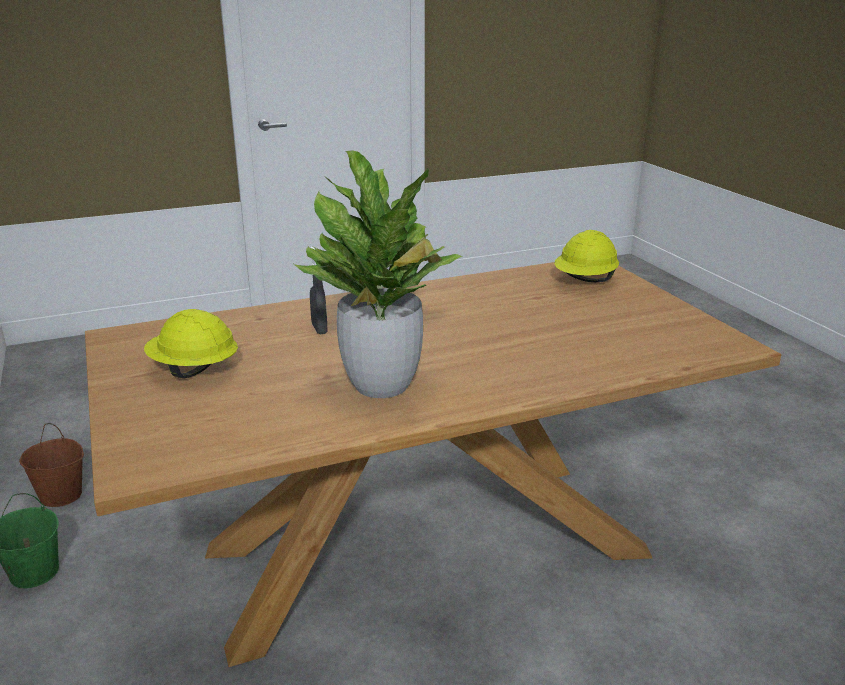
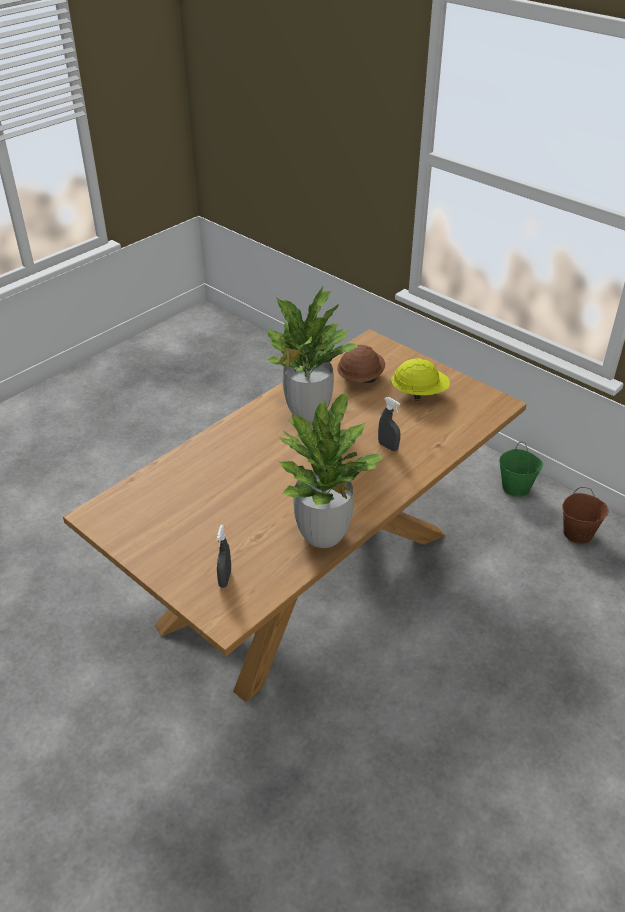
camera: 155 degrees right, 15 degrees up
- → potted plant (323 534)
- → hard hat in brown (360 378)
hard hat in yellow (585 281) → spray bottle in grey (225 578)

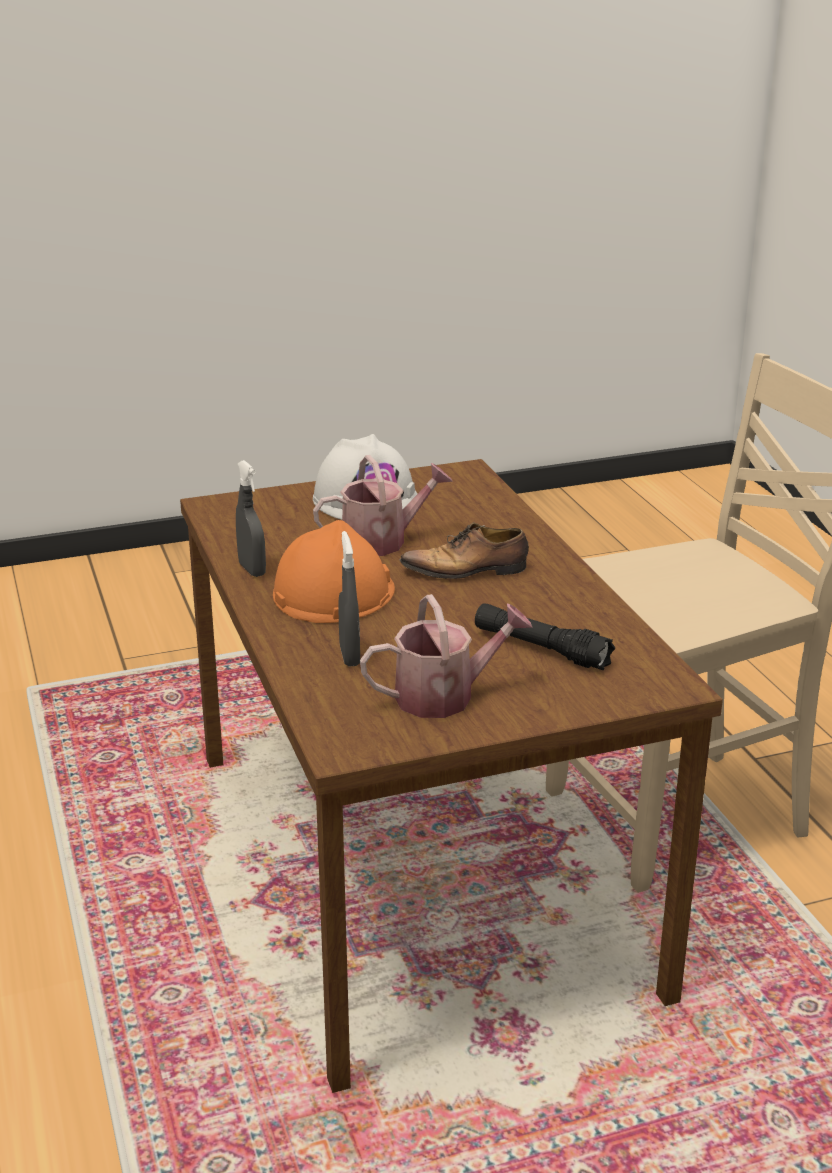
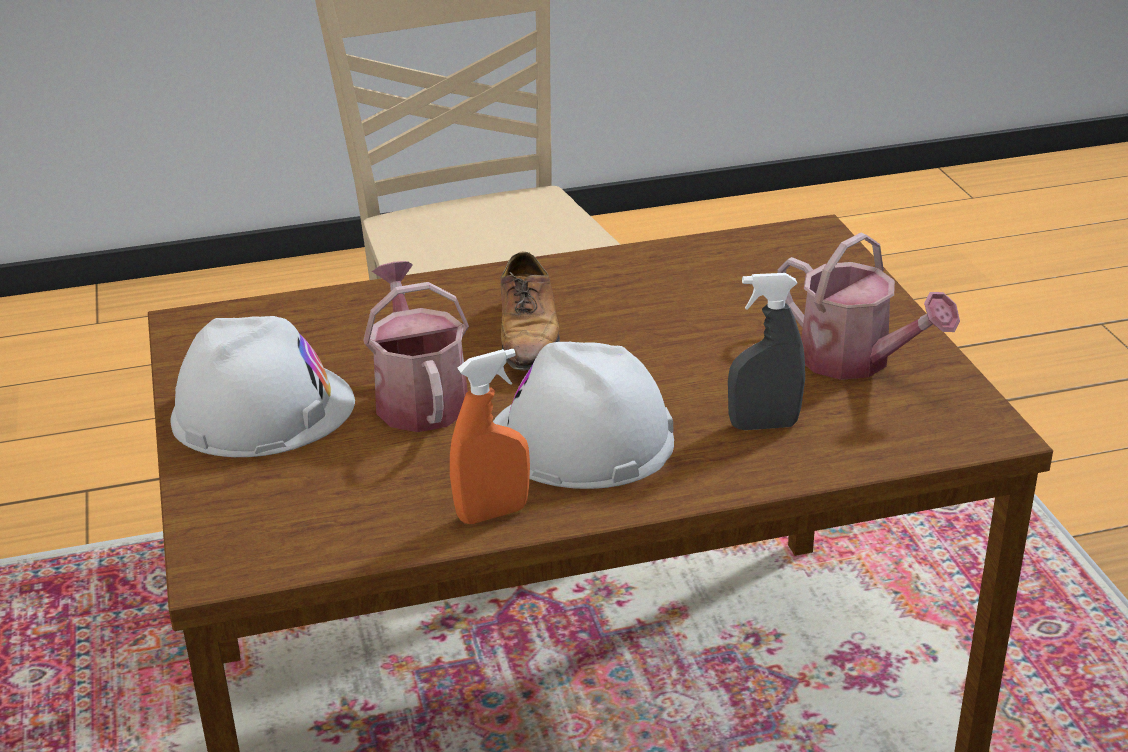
camera: 85 degrees left, 5 degrees up
flashlight in black (541 649) → -
spray bottle in grey (252 570) → spray bottle in orange (492 513)
hard hat in orange (333 593) → hard hat in white (581 438)
watering can (445 696) → watering can (855 361), 150 degrees clockwise

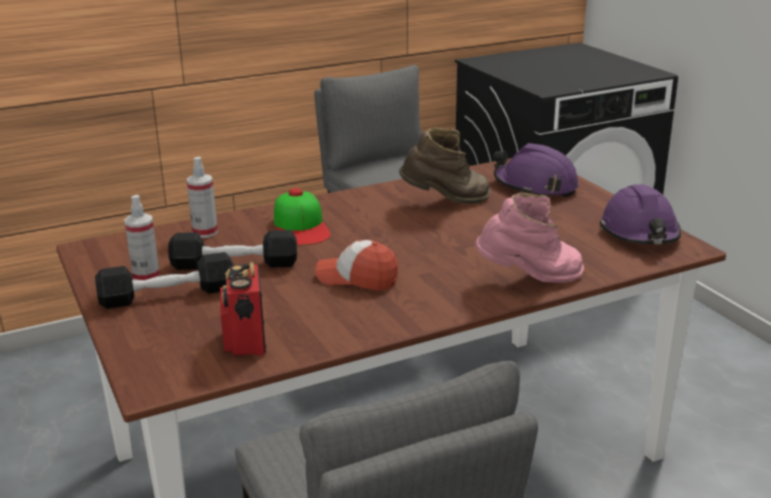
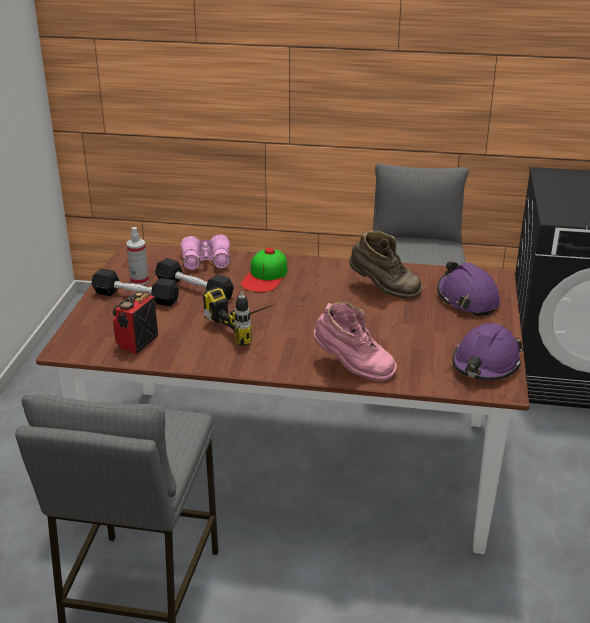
camera: 35 degrees right, 5 degrees up
spray bottle (205 232) → binoculars in pink (206 261)
cap (357 278) → power drill (248 326)

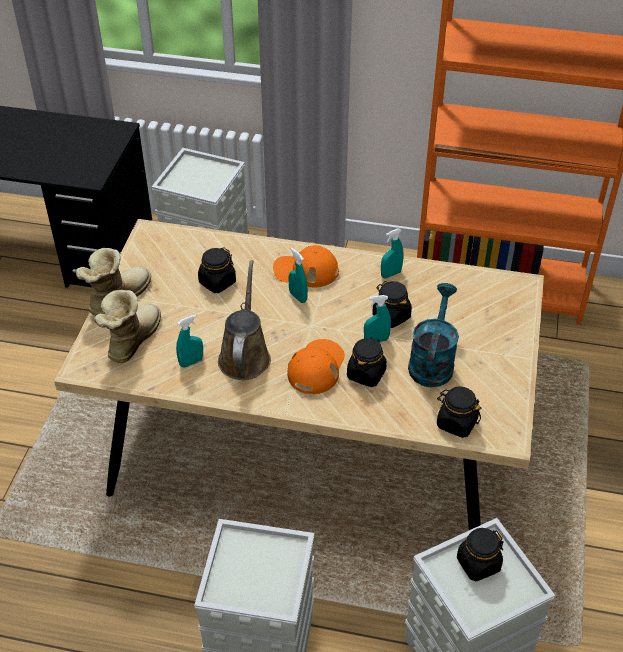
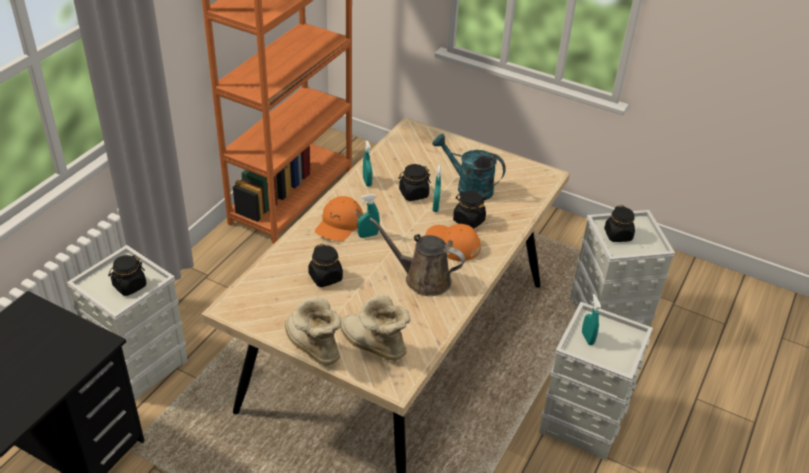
camera: 75 degrees left, 5 degrees down
spray bottle in turquoise (191 362) → spray bottle in turquoise (587 338), shifted
jar in black (456 423) → jar in black (129 286), shifted

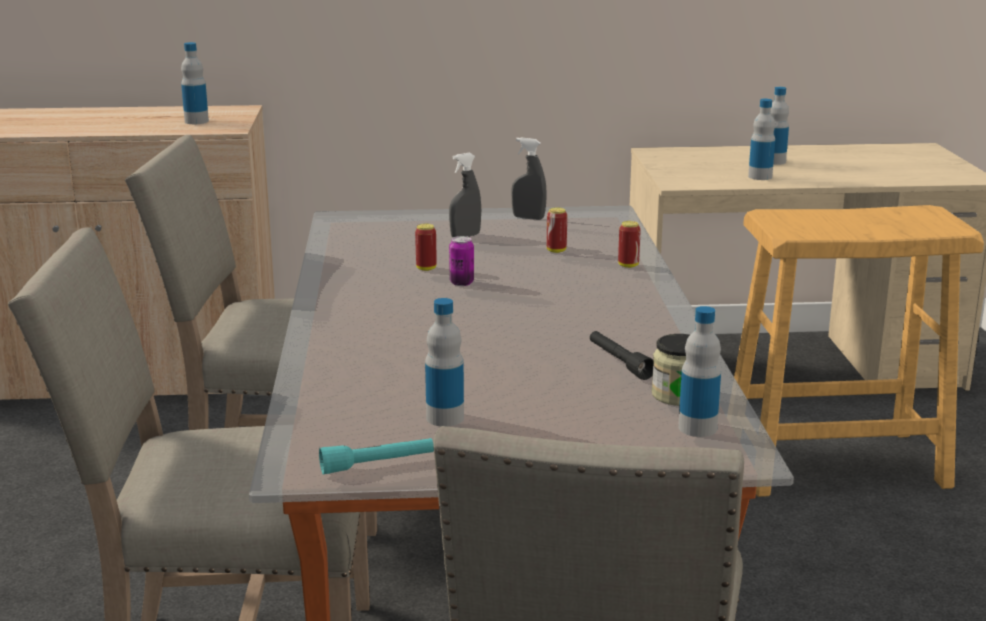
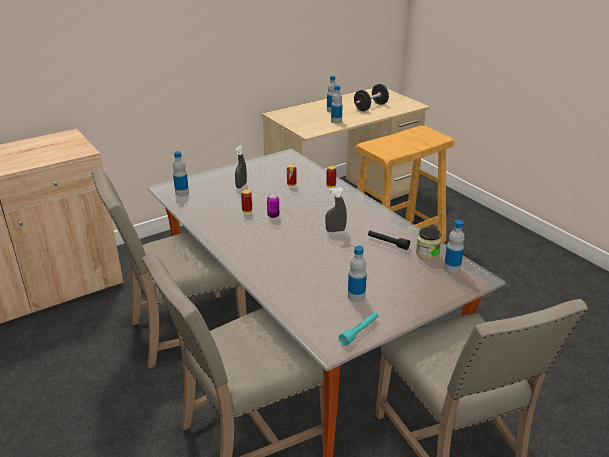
camera: 30 degrees left, 10 degrees up
- → dumbbell in black (370 107)
bottle (196 121) → bottle (182 193), shifted
spray bottle in grey (528 218) → spray bottle in grey (335 231), shifted

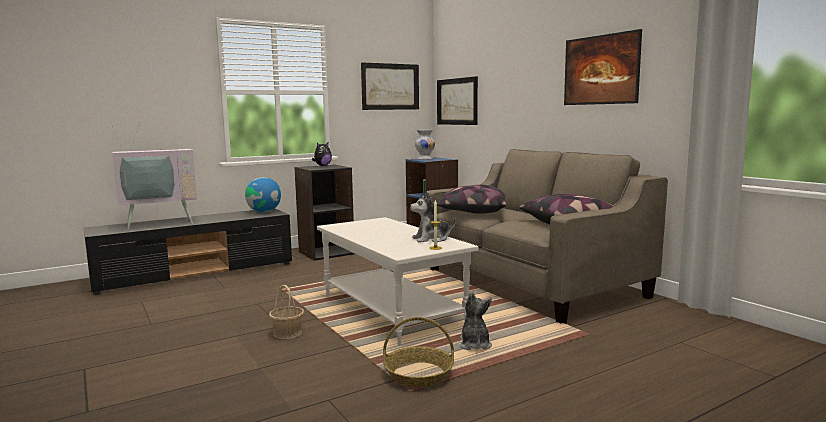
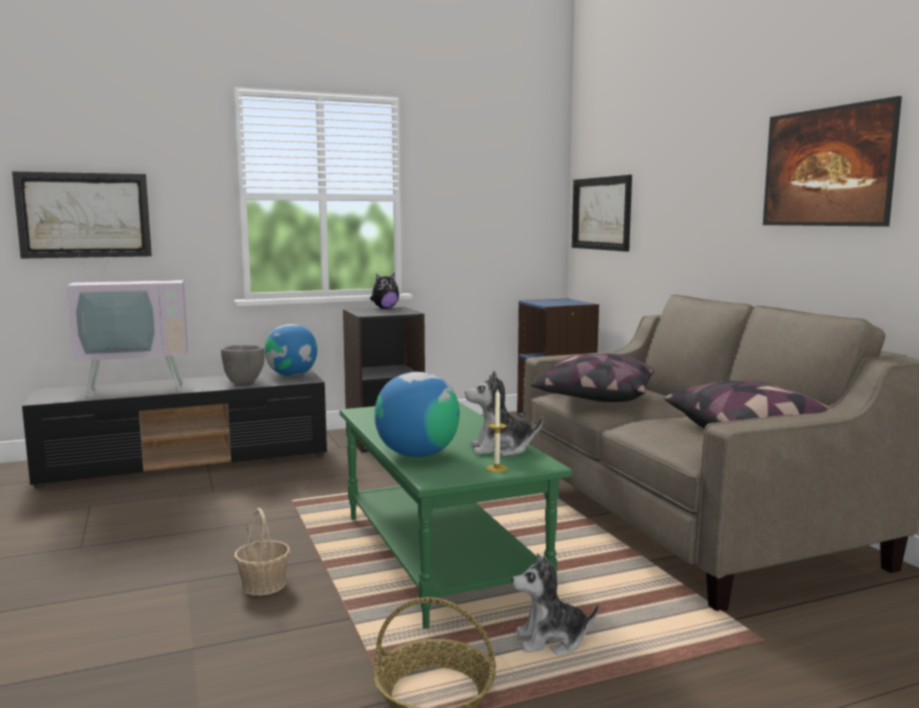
camera: 10 degrees right, 0 degrees up
vase in white (425 159) → -
- → bowl in grey (243 382)
- → globe (417 454)
picture (390 86) → picture (84 215), shifted
coffee table in white (393 311) → coffee table in green (442 557)
plush toy (474 345) → plush toy (551 640), 105 degrees counterclockwise

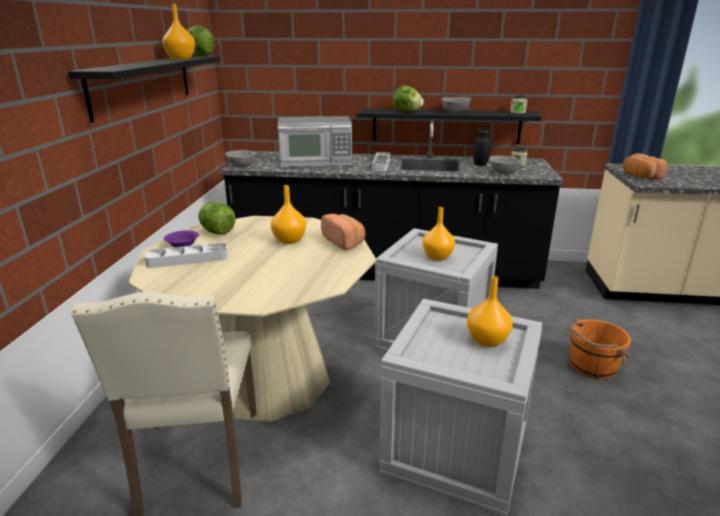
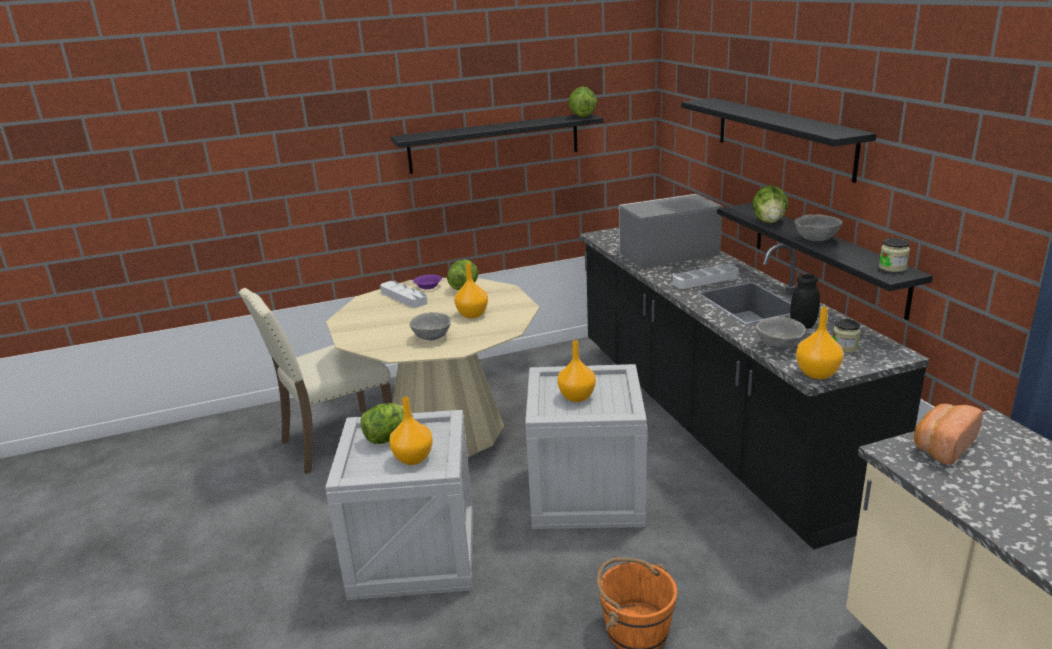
camera: 65 degrees right, 0 degrees up
bread (344 241) → -
- → lettuce (388 438)
- → shelf in black (782 136)
vase in orange (181 59) → vase in orange (818 374), shifted
bowl in grey (241 166) → bowl in grey (432 337), shifted
microwave (316 161) → microwave (667 253), 105 degrees clockwise

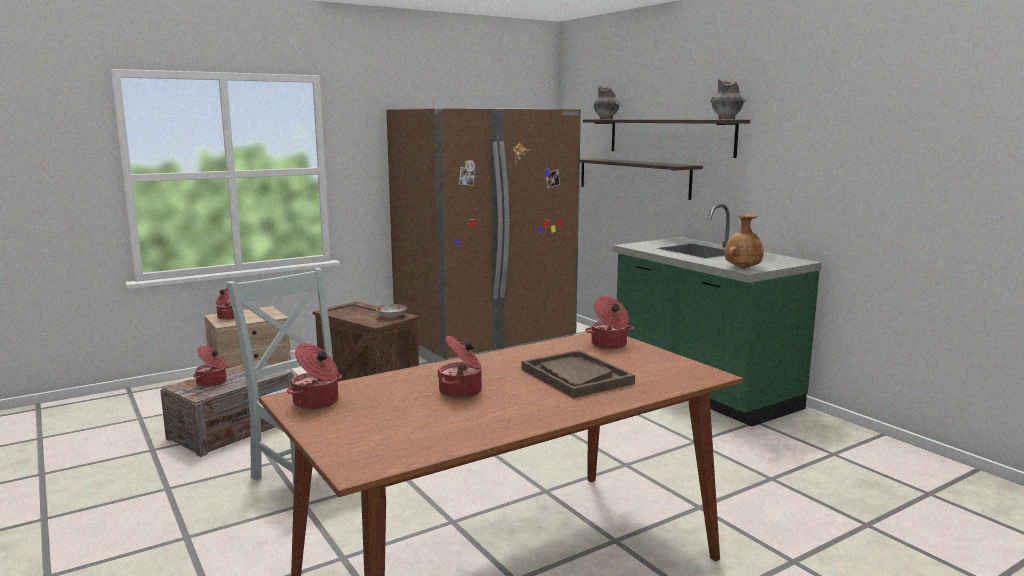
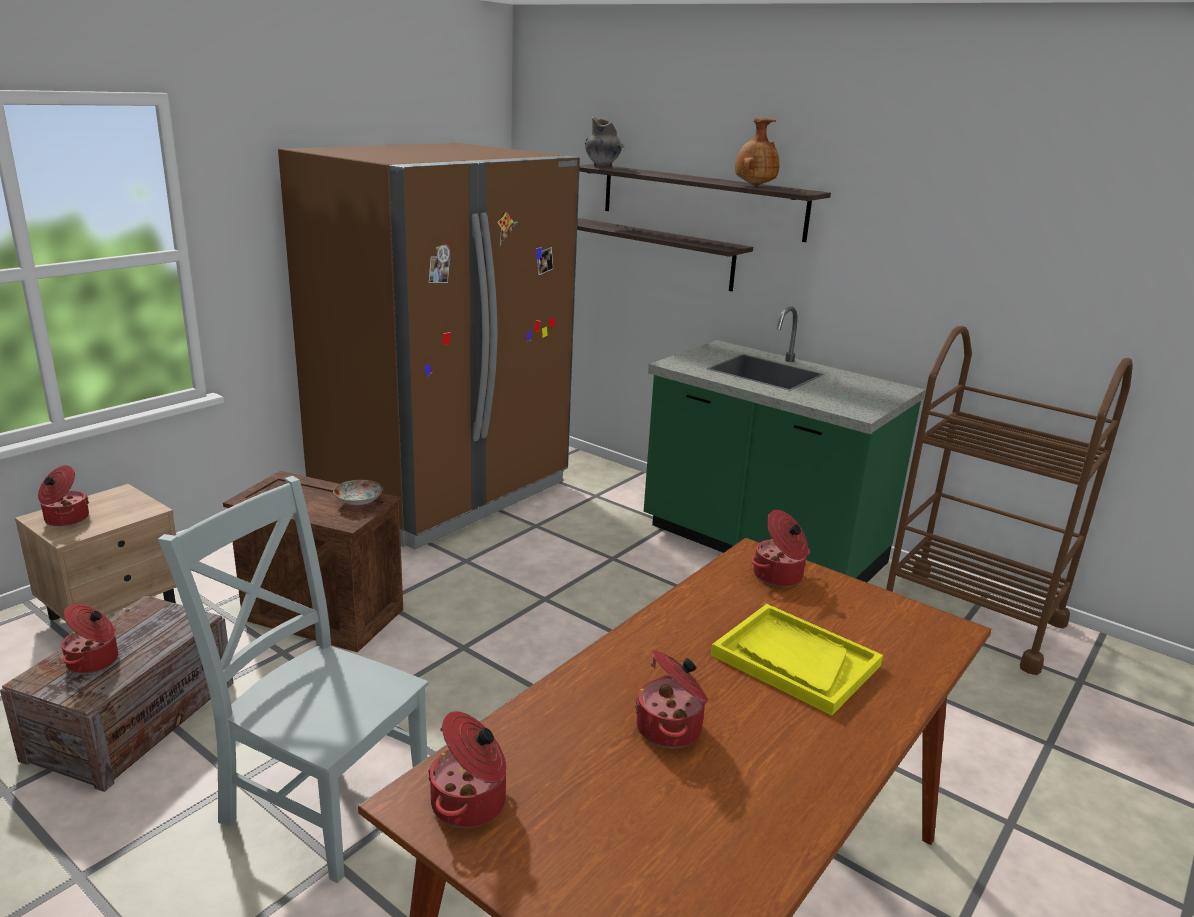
camera: 20 degrees left, 10 degrees up
vase in grey (727 119) → -
- → cart in brown (970 618)
vase in brown (742 268) → vase in brown (754 185), shifted
tray in brown (576 376) → tray in yellow (795 660)

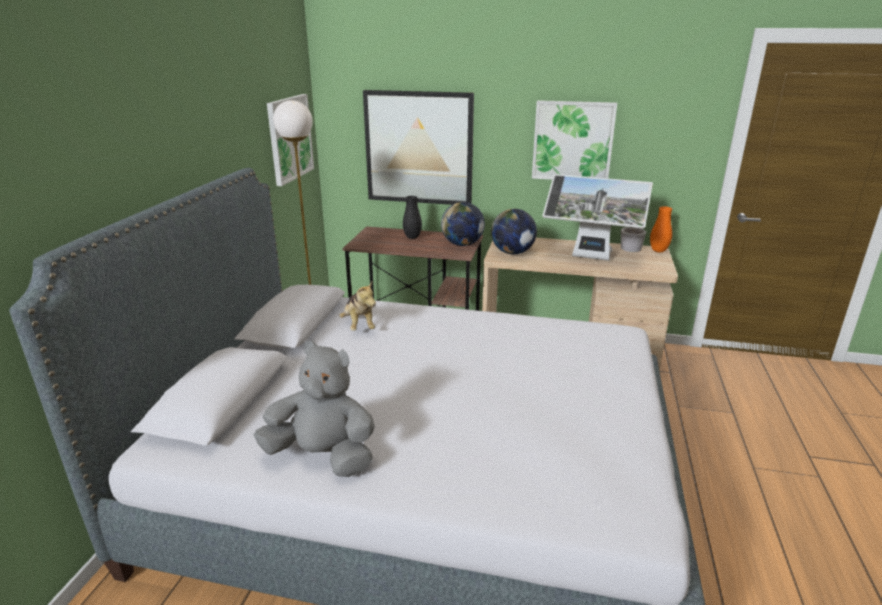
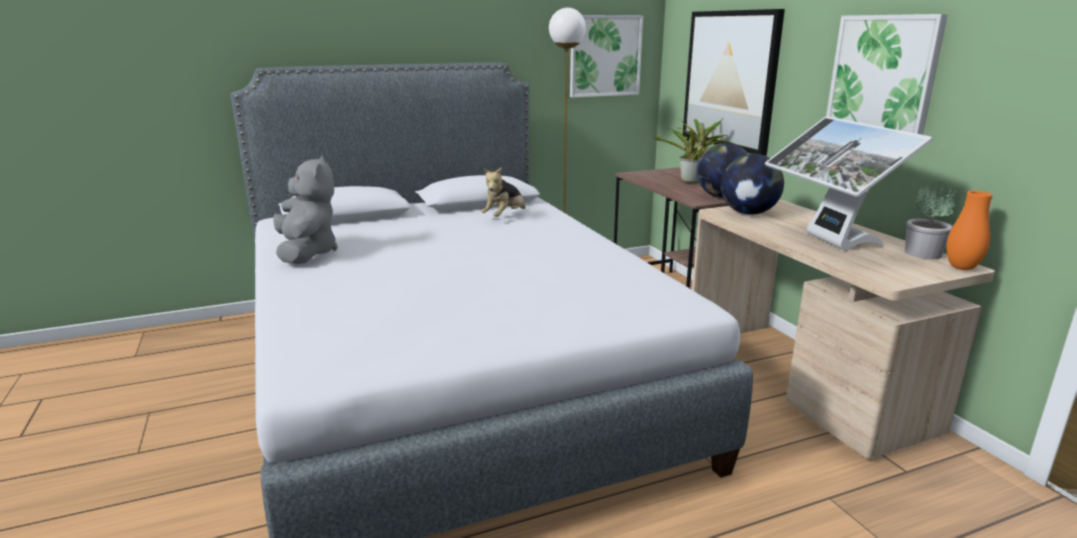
camera: 55 degrees right, 5 degrees down
vase in black (412 237) → potted plant (691 181)

